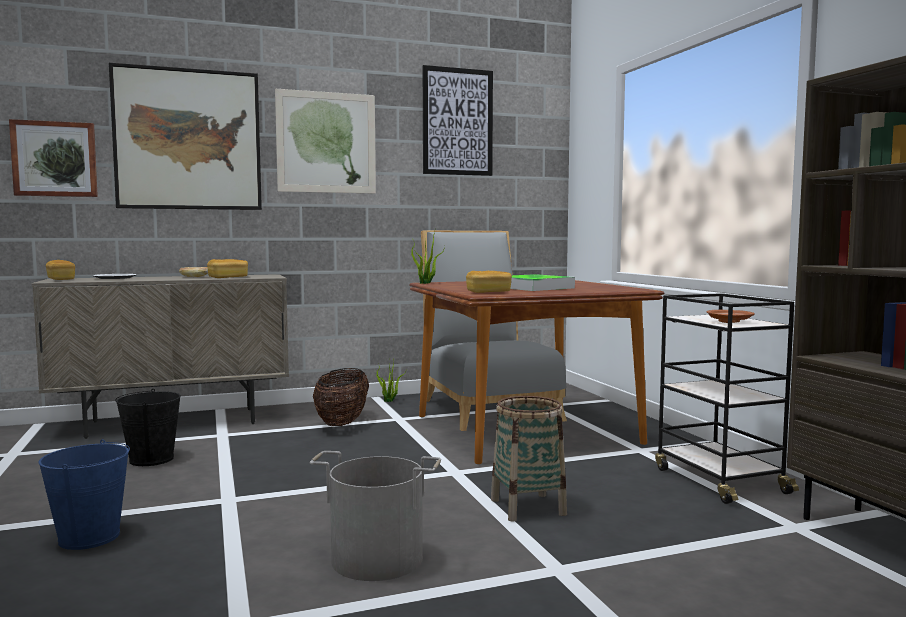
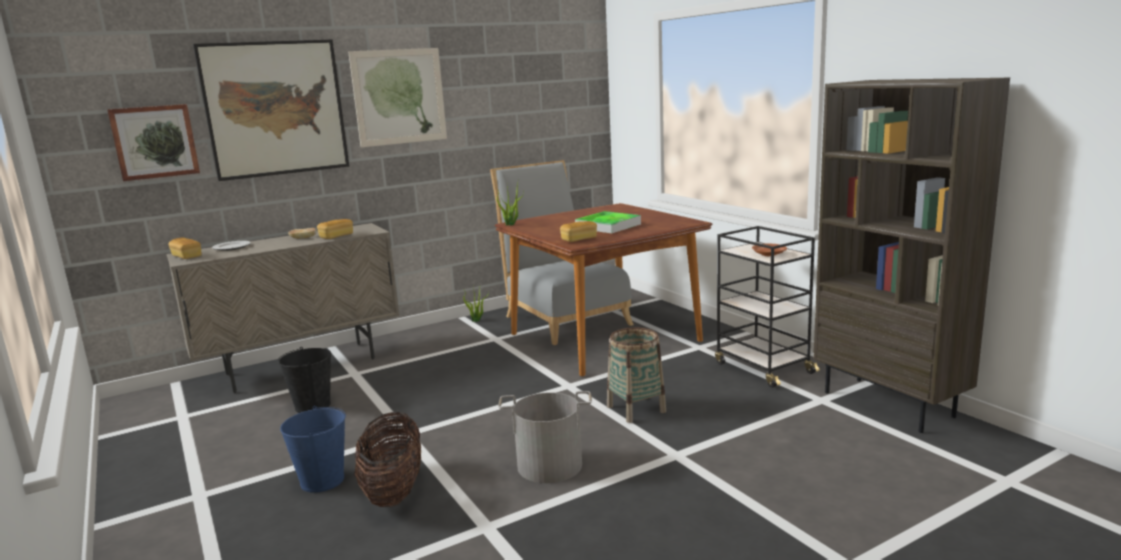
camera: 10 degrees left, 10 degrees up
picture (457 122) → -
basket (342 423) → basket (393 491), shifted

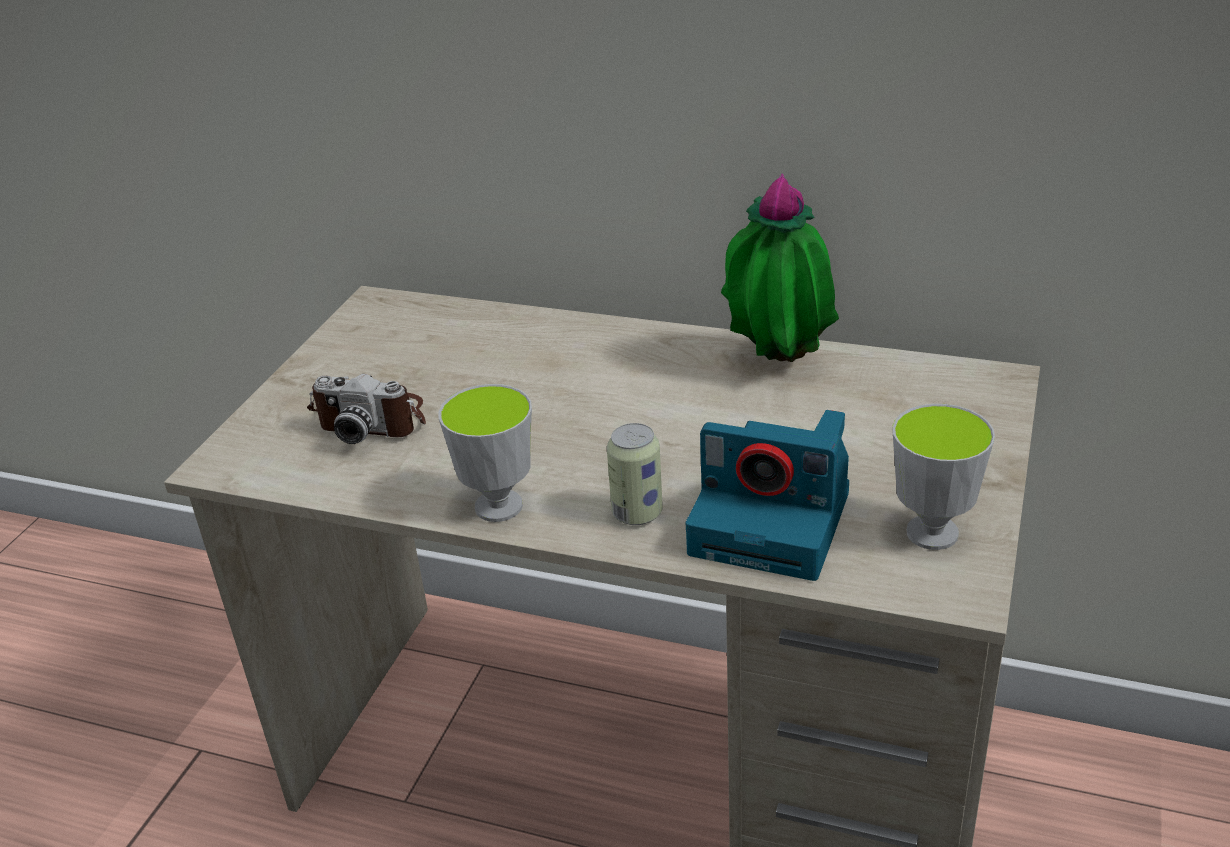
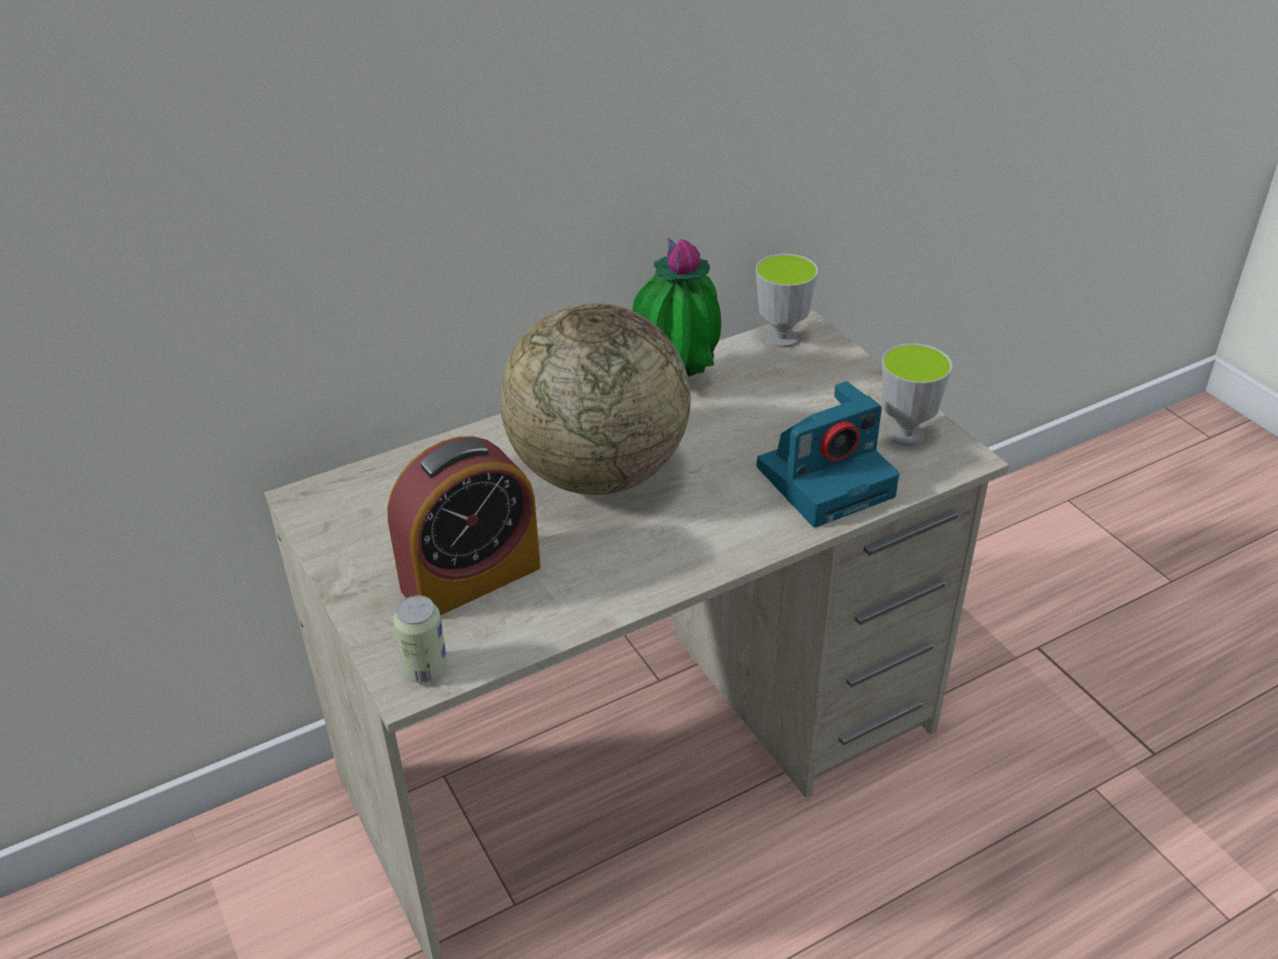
camera: 50 degrees left, 5 degrees up
- → globe (598 472)
cup (498 506) → cup (782 338), shifted
can (637 513) → can (425 669), shifted
photo camera (373 419) → alarm clock (471 578)

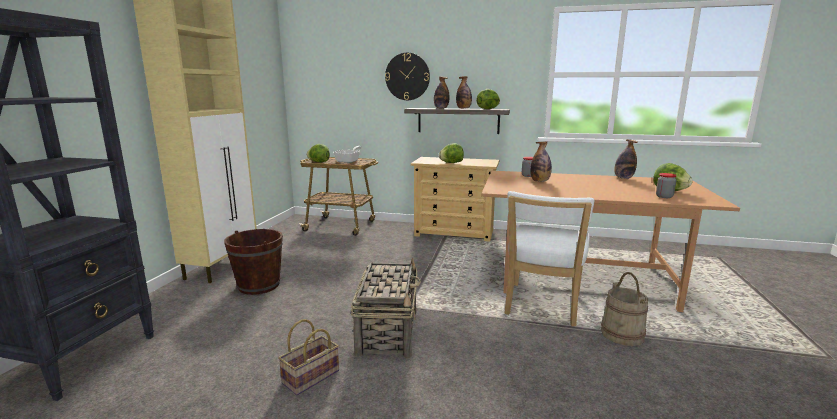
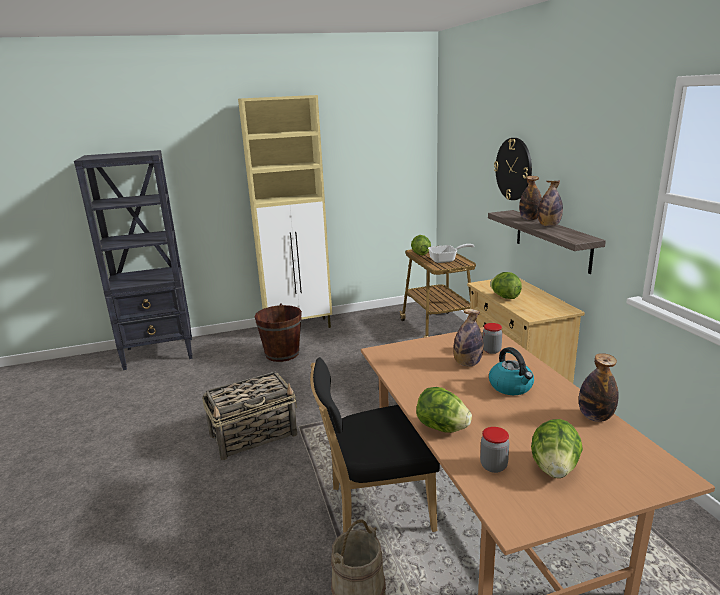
camera: 60 degrees right, 5 degrees up
basket (310 378) → -
- → kettle (511 387)
lettuce (488 109) → lettuce (442 428), shifted
chair in white (541 306) → chair in black (375 508)

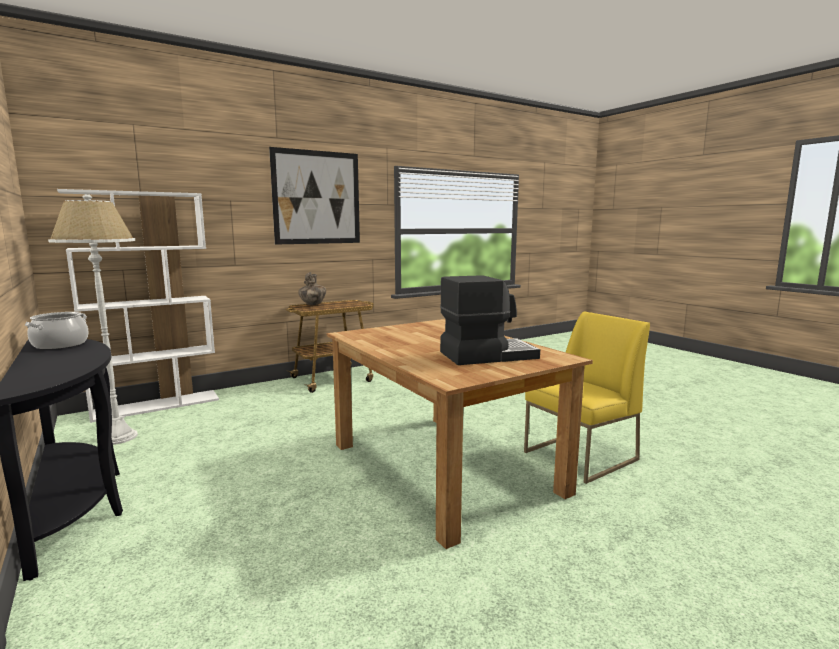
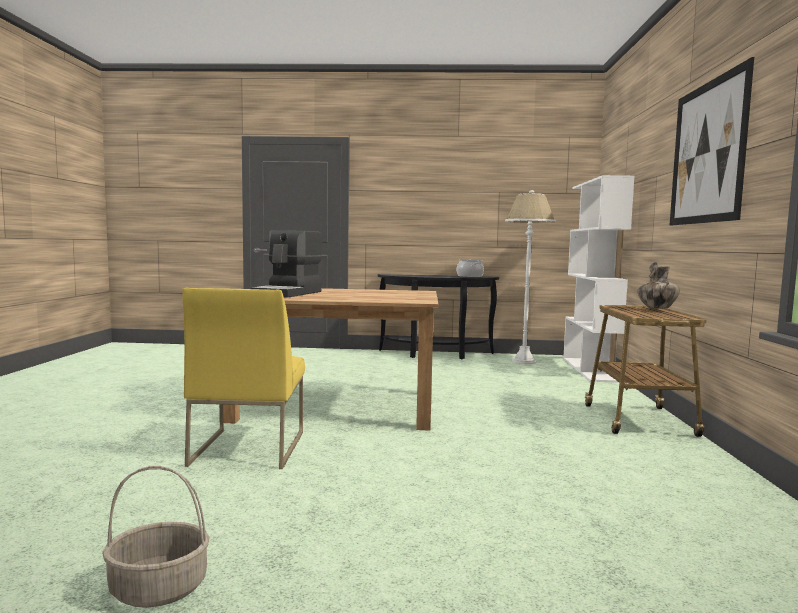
camera: 125 degrees right, 5 degrees down
- → basket (157 589)

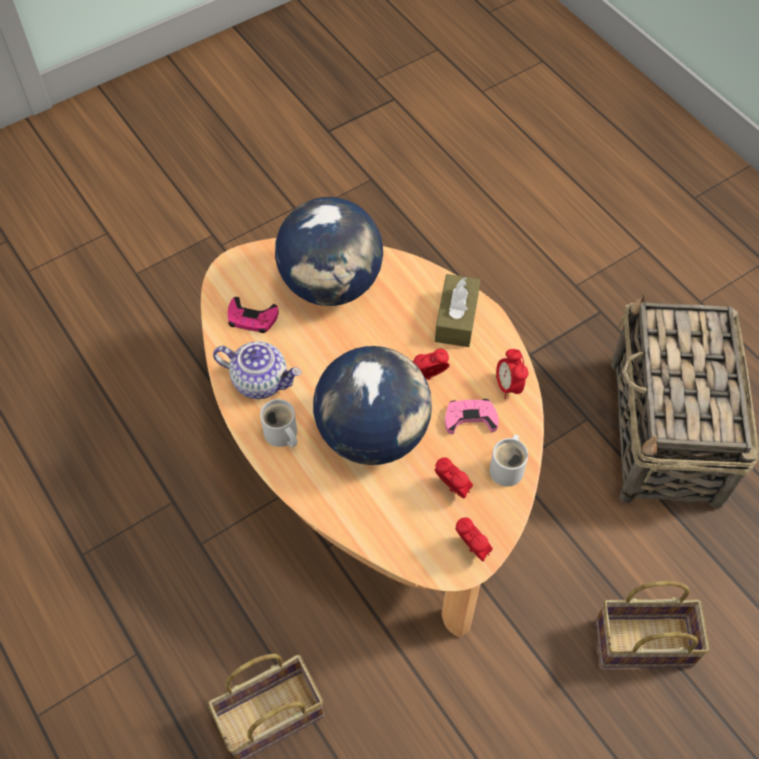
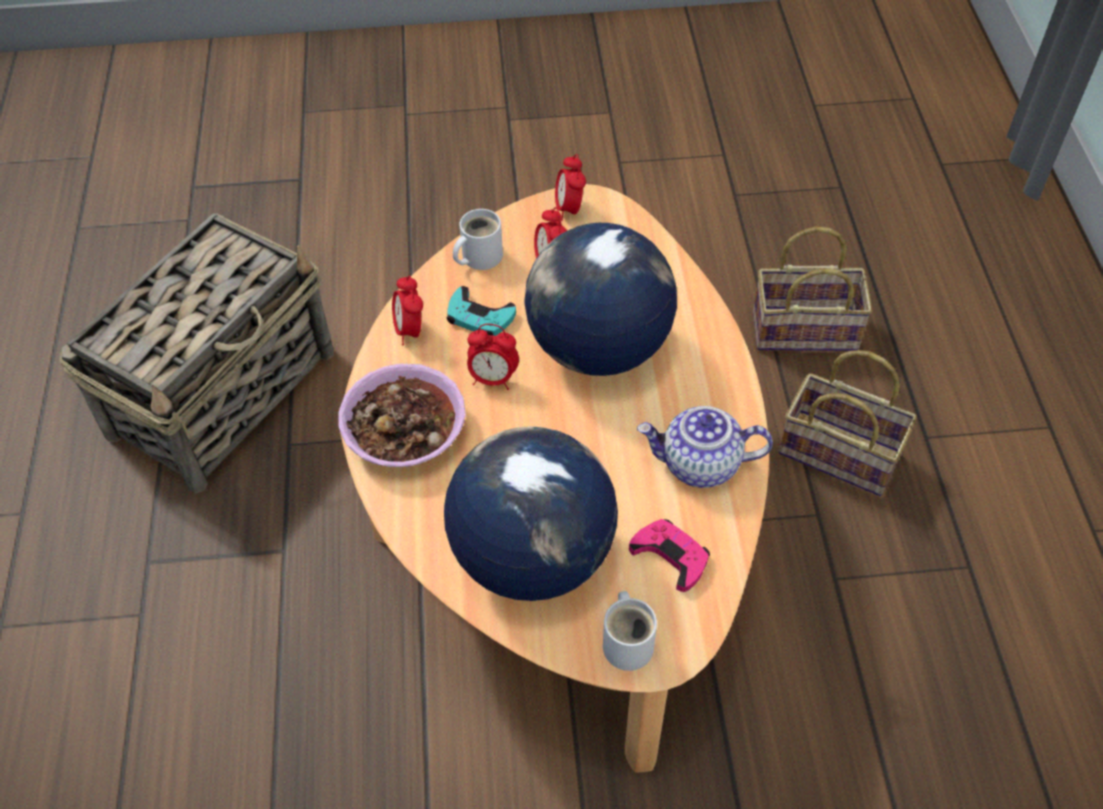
camera: 150 degrees left, 5 degrees down
mug in white (281 435) → mug in white (629 642), shifted
basket (641 645) → basket (842 453), shifted
tissue box in brown (456 318) → bowl (404 432)
game controller in pink (470 418) → game controller in turquoise (479 317)
teapot (261 381) → teapot (699 465), 45 degrees counterclockwise
alarm clock (508 386) → alarm clock (410 330), 150 degrees clockwise

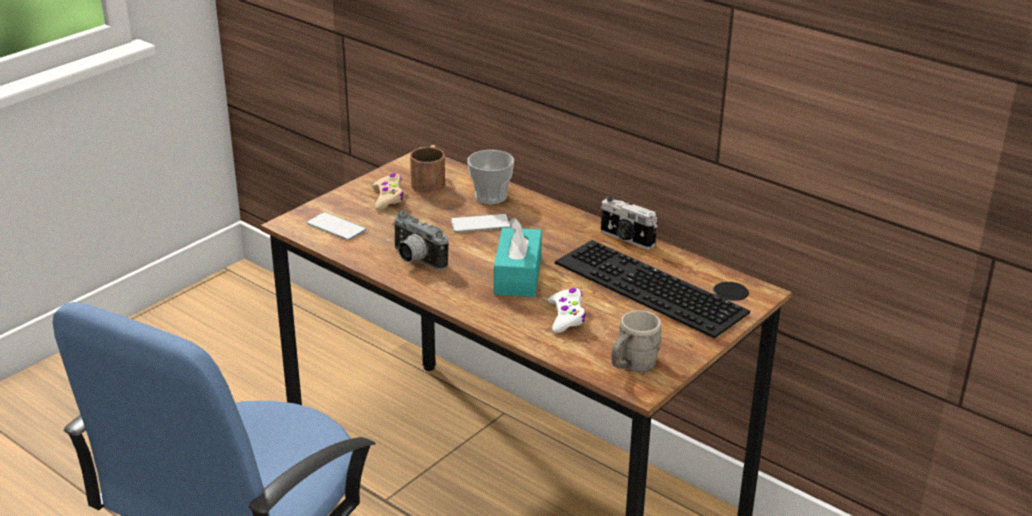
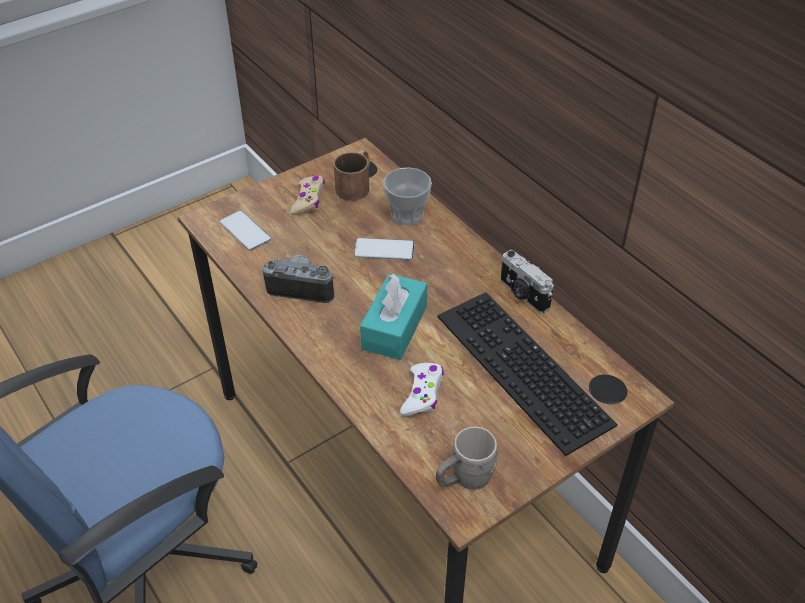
camera: 15 degrees right, 15 degrees up
photo camera (415 260) → photo camera (302 288), 135 degrees clockwise

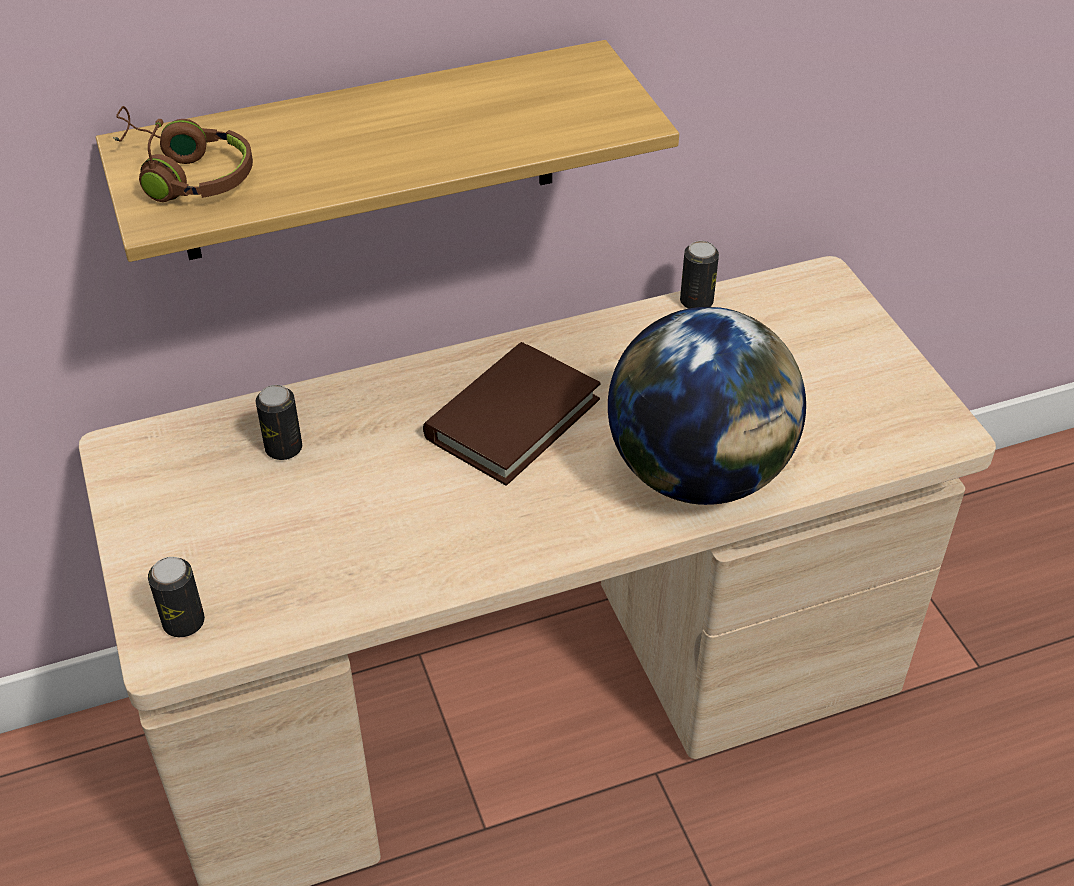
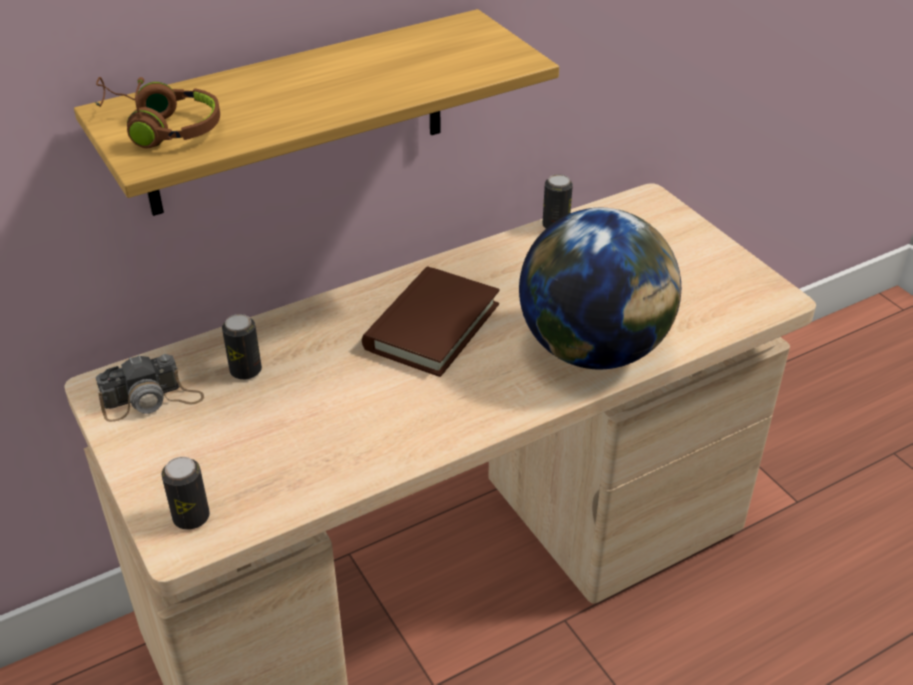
camera: 10 degrees left, 5 degrees down
- → photo camera (152 400)

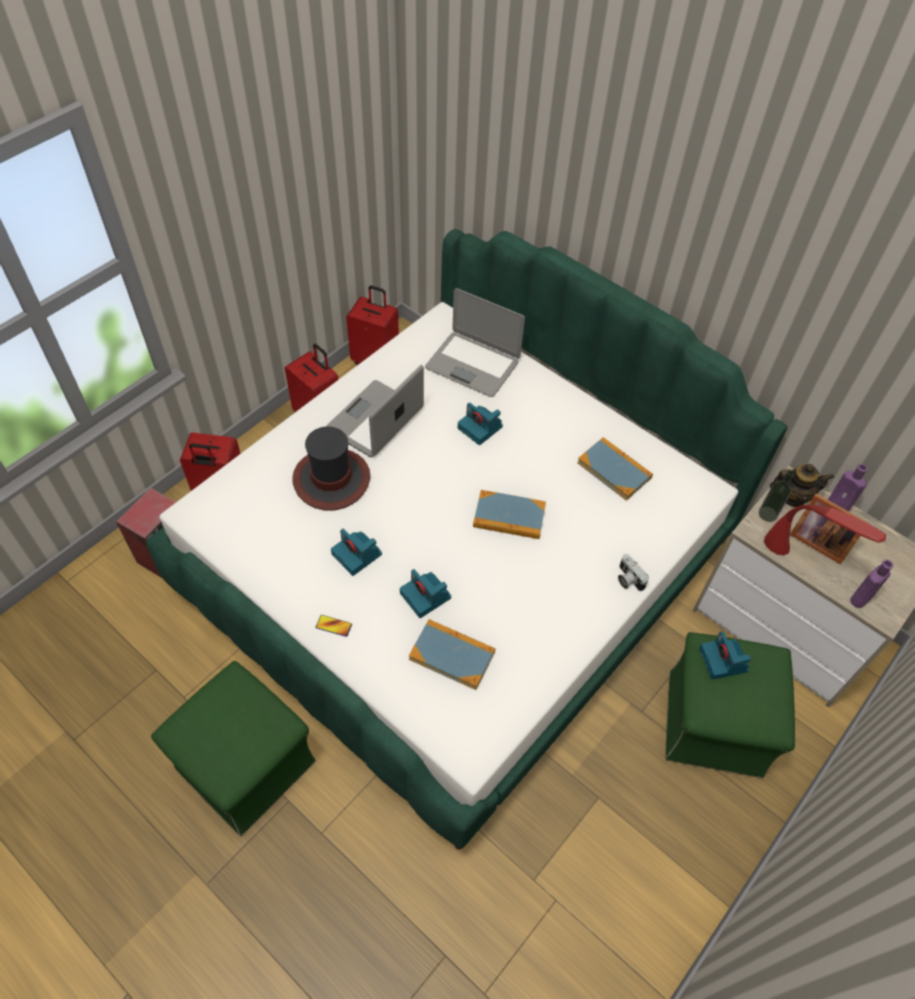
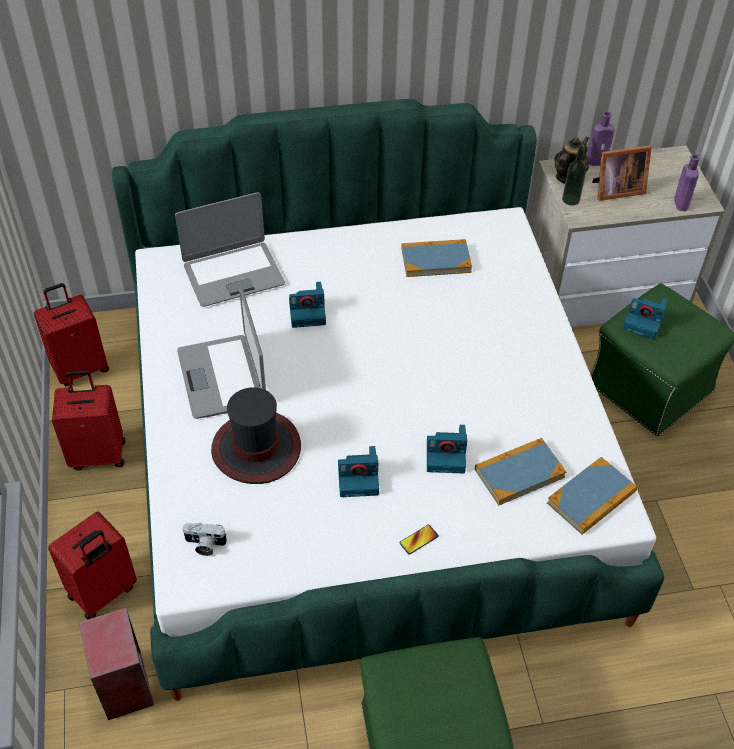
camera: 50 degrees left, 5 degrees down
table lamp in red (803 564) → -
book (509 517) → book (591 498), shifted
photo camera (628 579) → photo camera (204 545), shifted

